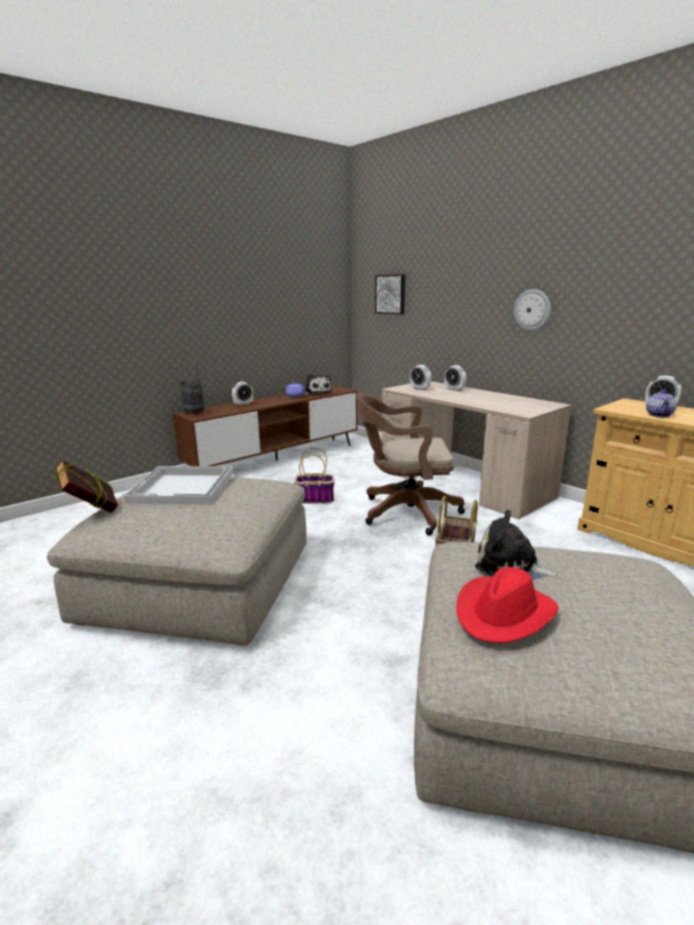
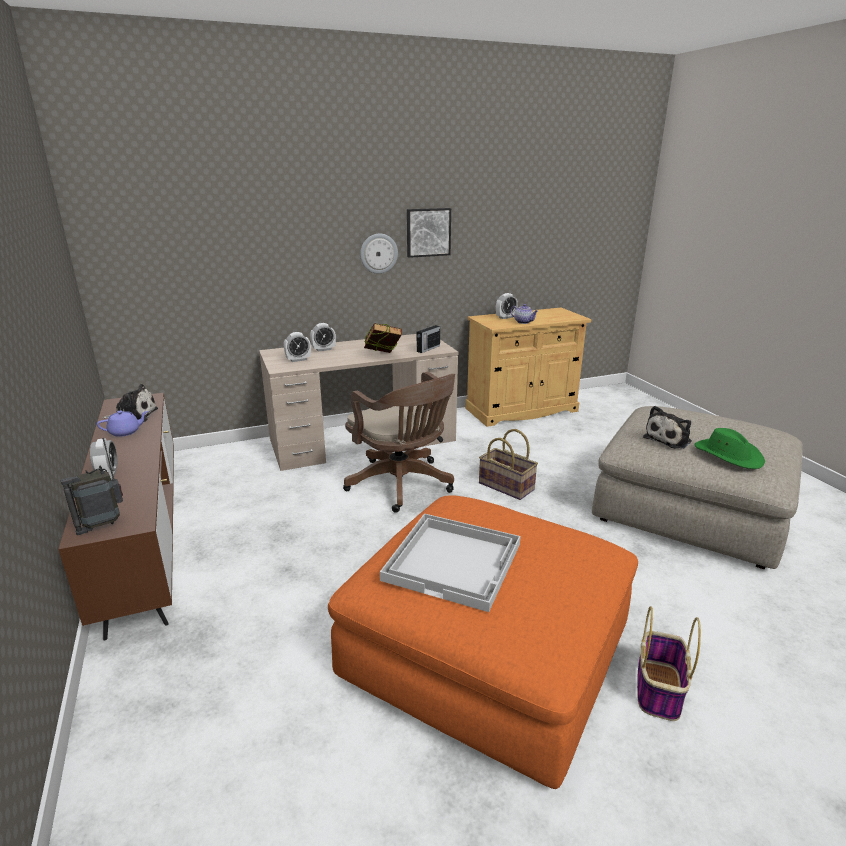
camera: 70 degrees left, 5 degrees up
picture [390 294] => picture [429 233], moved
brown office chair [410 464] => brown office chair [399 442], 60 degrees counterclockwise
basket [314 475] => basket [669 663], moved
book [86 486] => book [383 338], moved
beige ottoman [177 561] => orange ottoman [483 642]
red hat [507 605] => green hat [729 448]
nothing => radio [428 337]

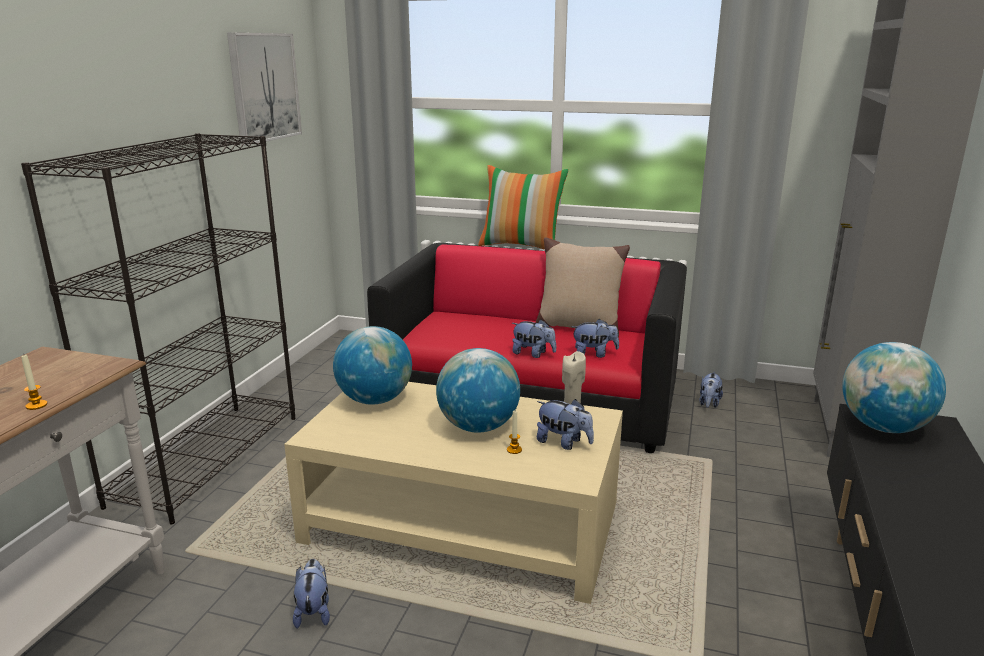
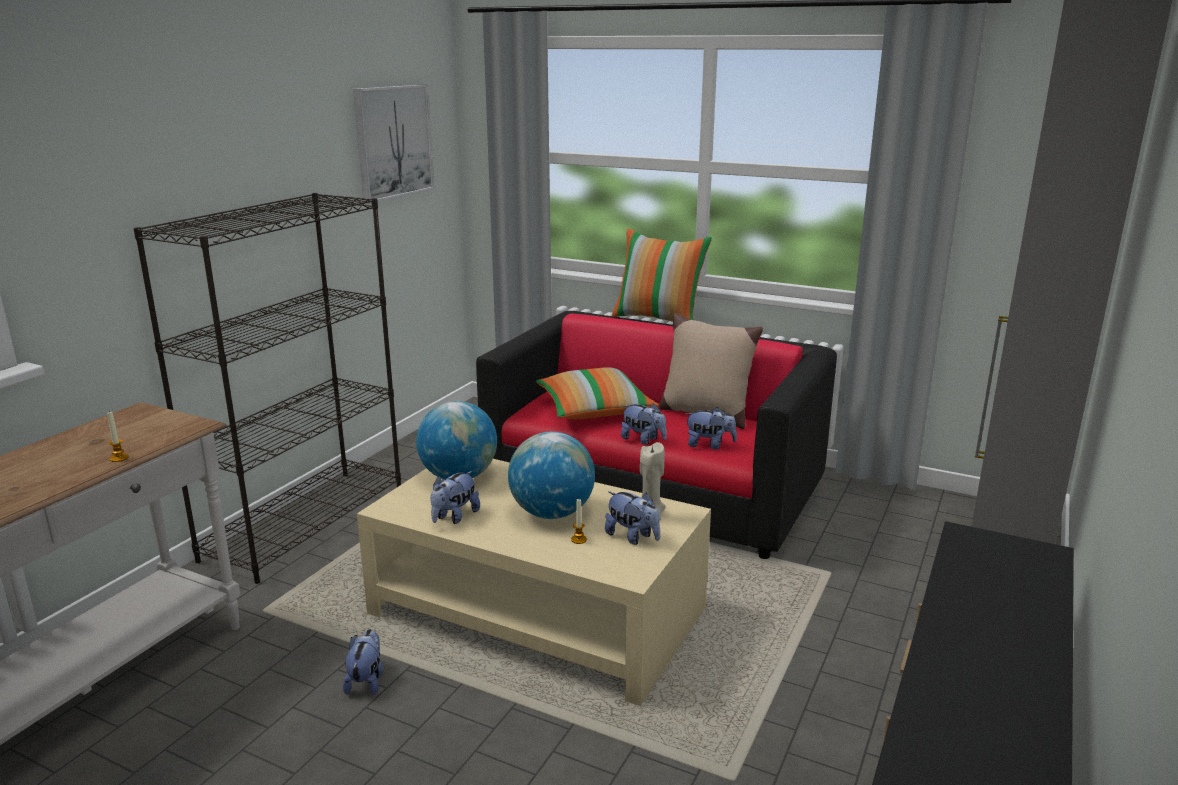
camera: 10 degrees right, 0 degrees up
globe [894 387] => nothing
plush toy [711 390] => plush toy [455 497], moved
nothing => pillow [597 393]

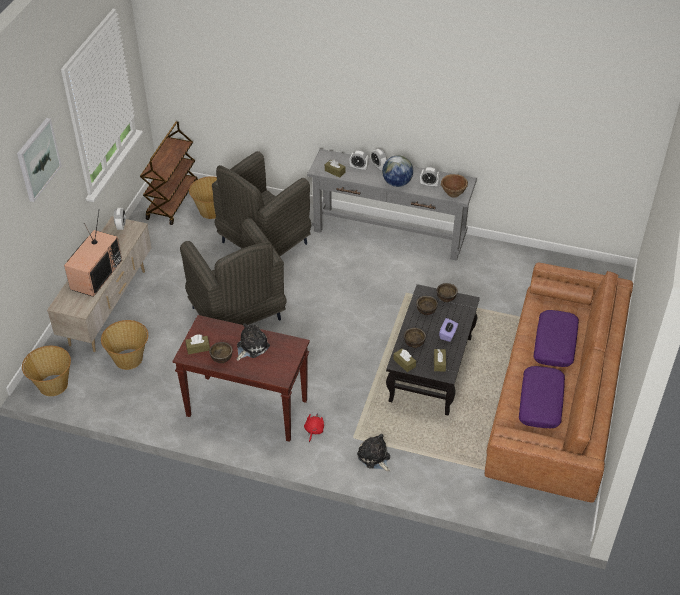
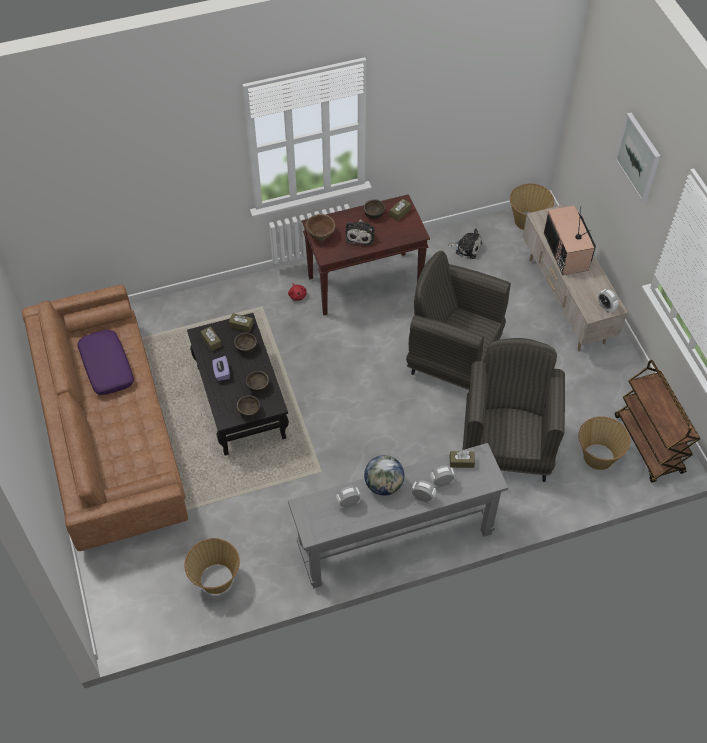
camera: 145 degrees right, 10 degrees up
brown bowl [454 186] => brown bowl [320 227], moved
purple pillow [556 338] => nothing
basket [124 345] => basket [212 566], moved
plush toy [373 453] => plush toy [465 243], moved

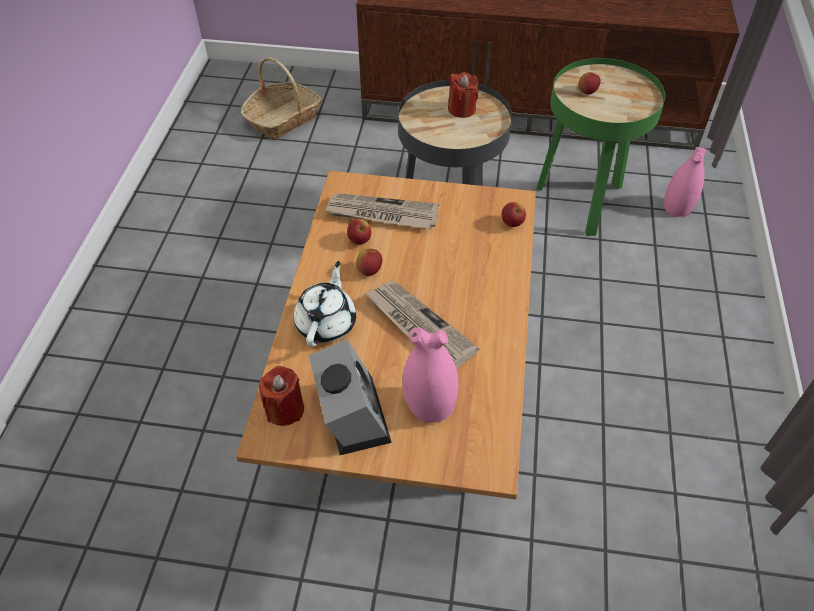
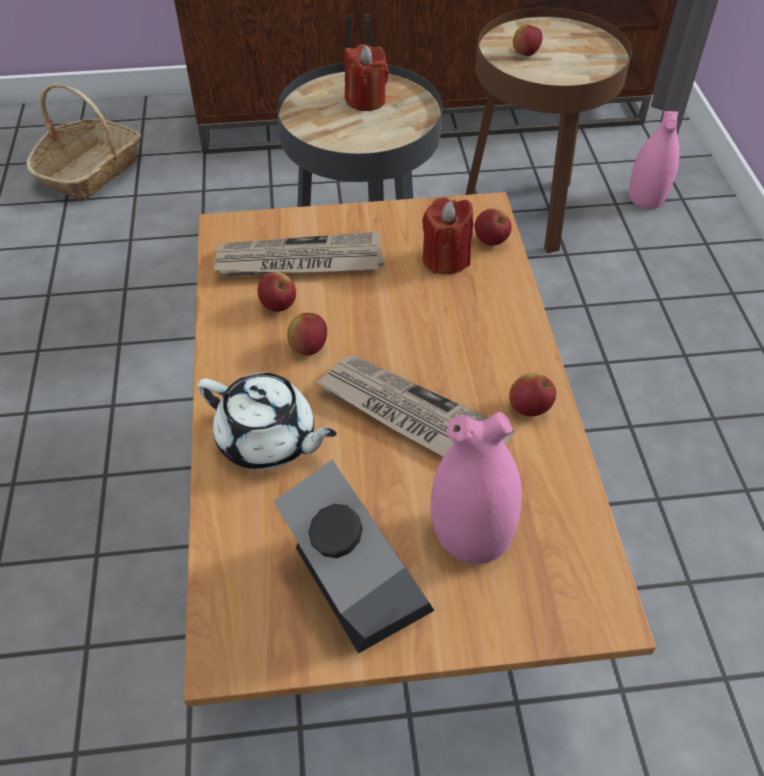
camera: 15 degrees left, 0 degrees up
green side table [600 147] => brown side table [548 130]
white teapot [325 304] => white teapot [267 421], 120 degrees clockwise
red candle [281 396] => red candle [447 236], moved
nothing => apple [532 394]

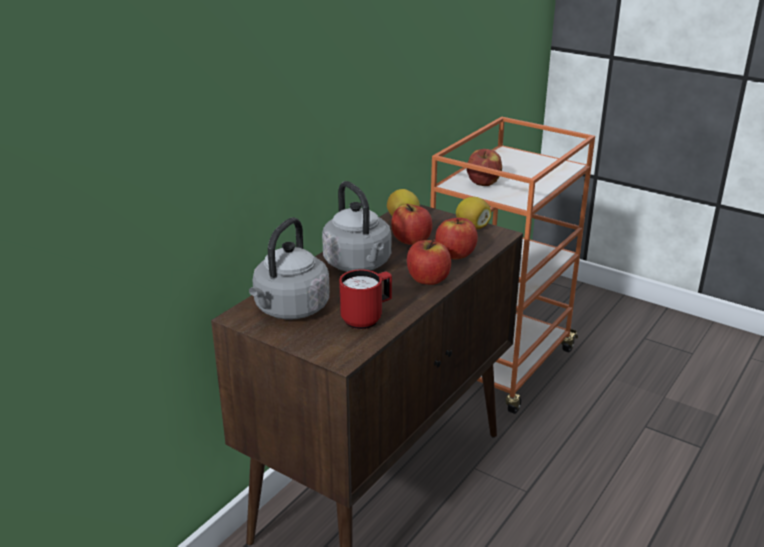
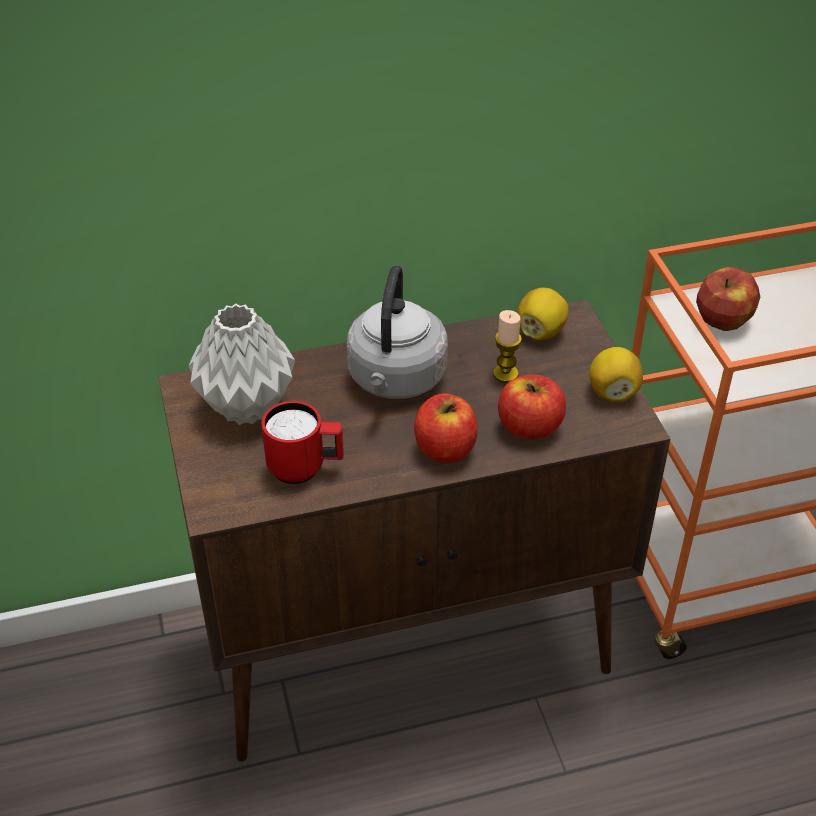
camera: 40 degrees right, 15 degrees up
apple [411 224] => candle [507 346]
grey kettle [289 268] => grey vase [241 364]

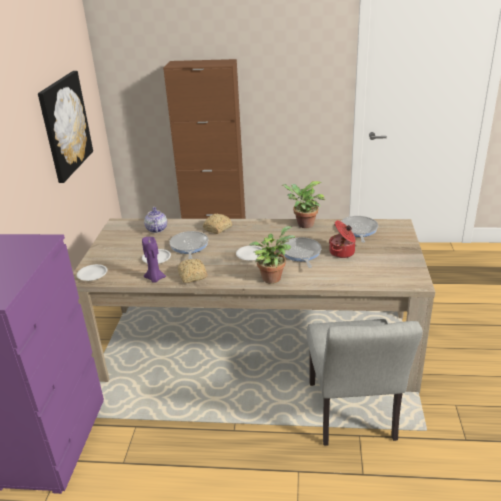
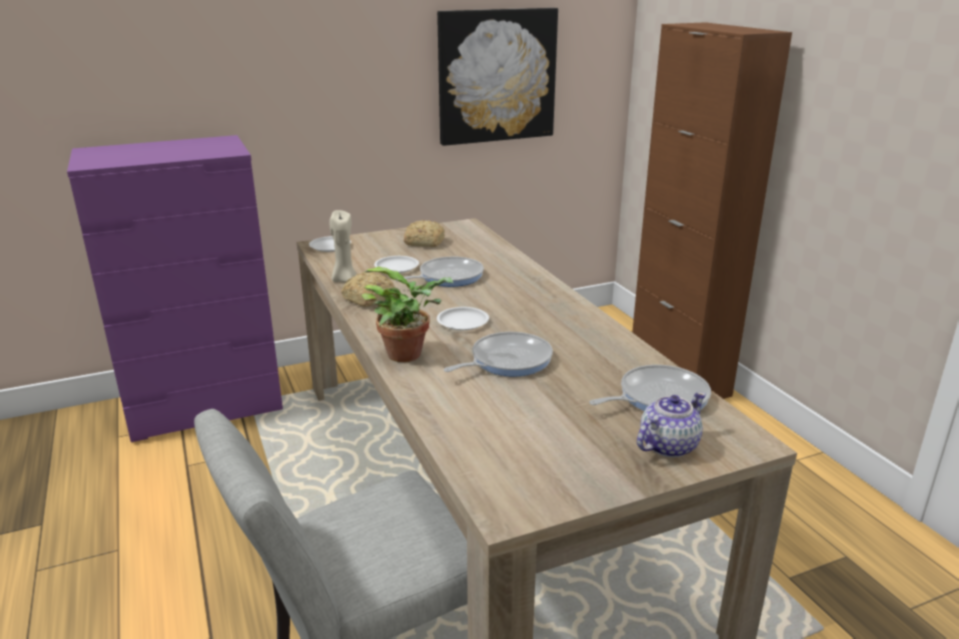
camera: 60 degrees right, 5 degrees down
potted plant [304 204] => nothing
teapot [155 220] => teapot [671 425], moved
bread [217 224] => bread [424 233], moved
cooking pot [342 239] => nothing
purple candle [154 260] => beige candle [343 246]

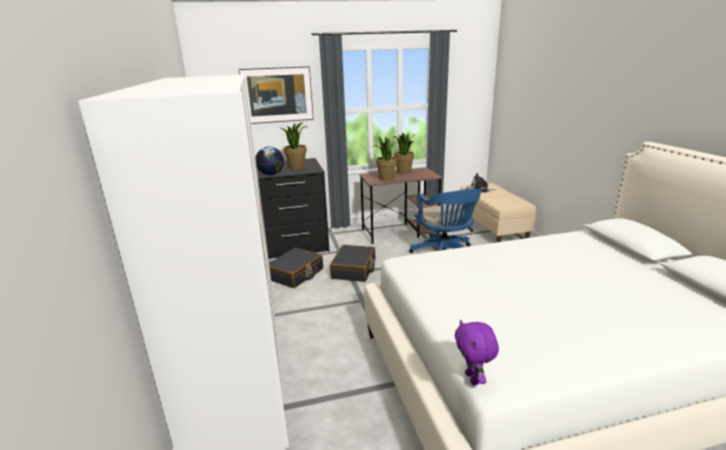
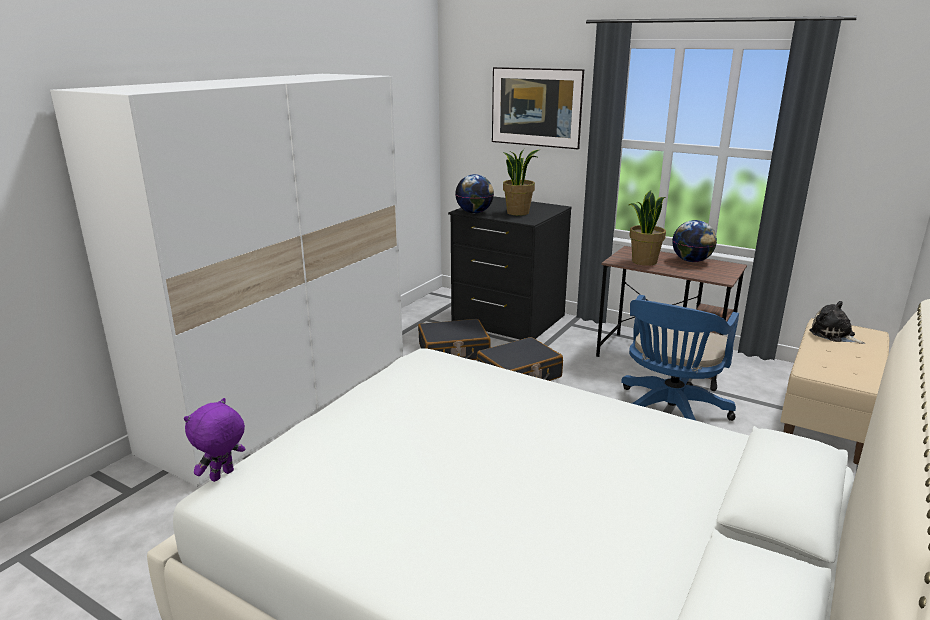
camera: 45 degrees right, 0 degrees up
potted plant [404 153] => globe [694 241]

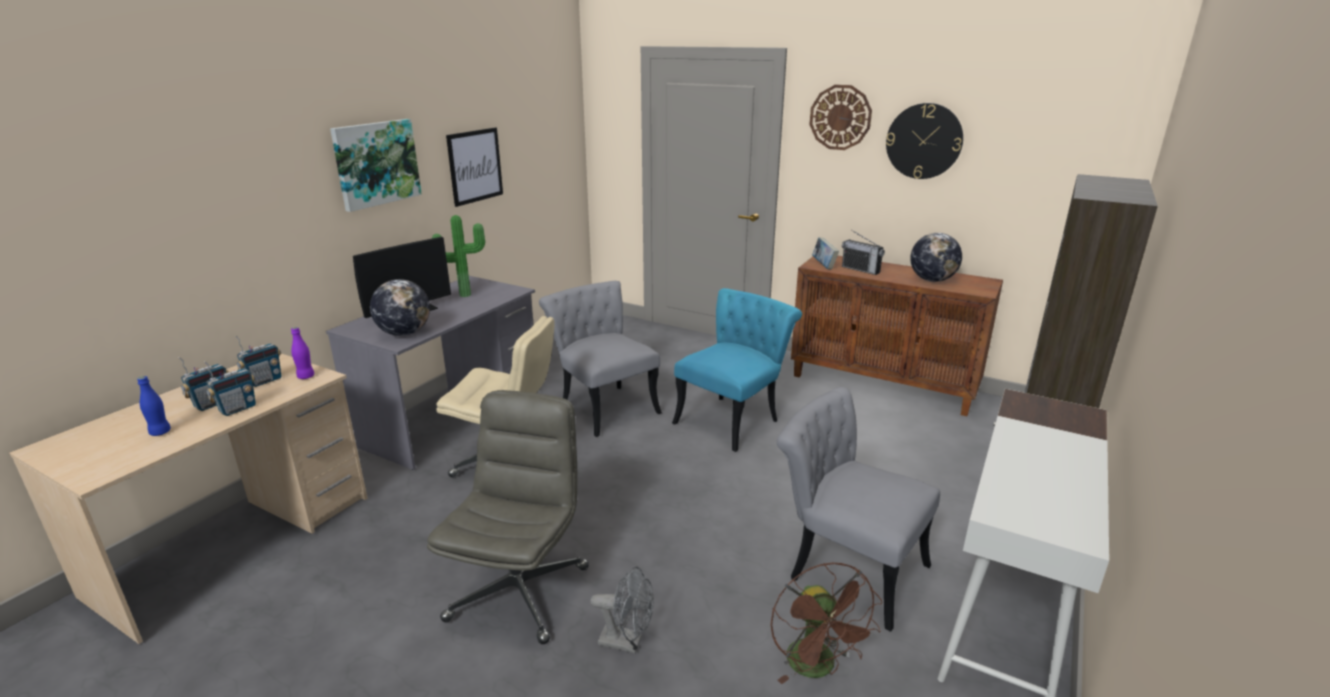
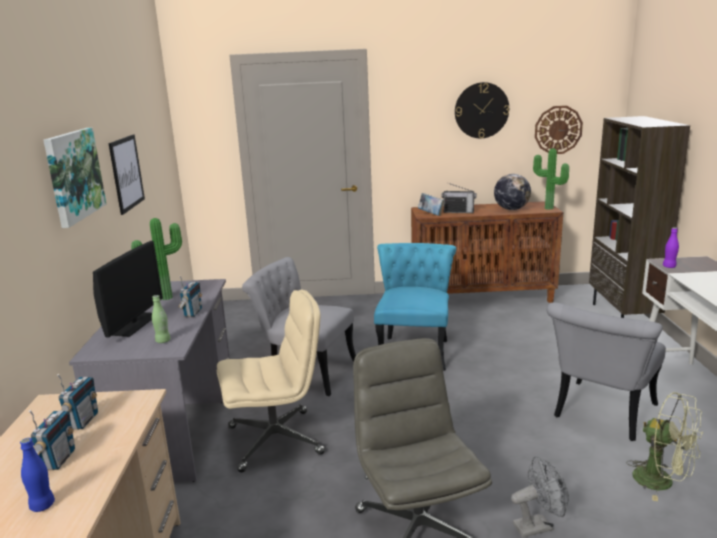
camera: 30 degrees left, 5 degrees down
wall clock [840 117] => wall clock [559 130], moved
globe [400 307] => green bottle [161 319]
purple bottle [302 353] => purple bottle [671 248], moved
radio [230 388] => radio [190 296], moved
grey chair [858 509] => grey chair [606 371], 60 degrees counterclockwise
brown fan [826 623] => green fan [664 446]
nothing => potted plant [551 179]

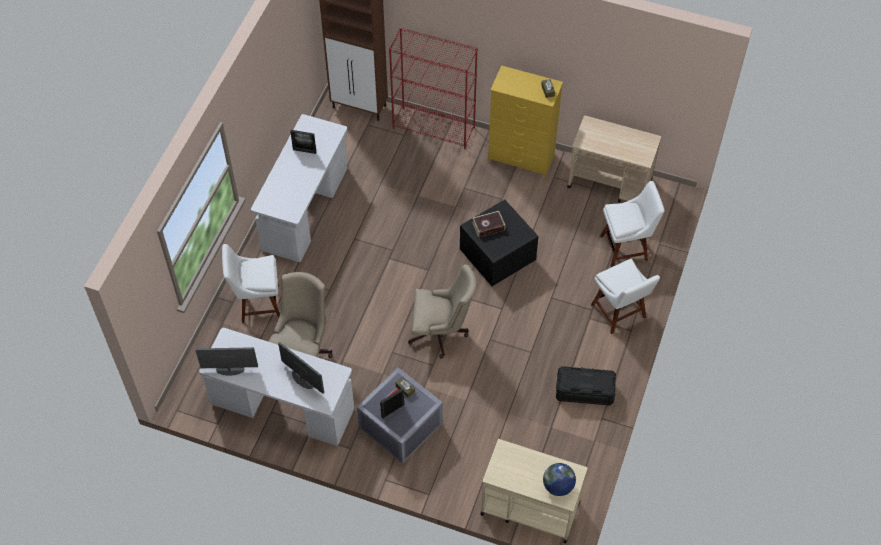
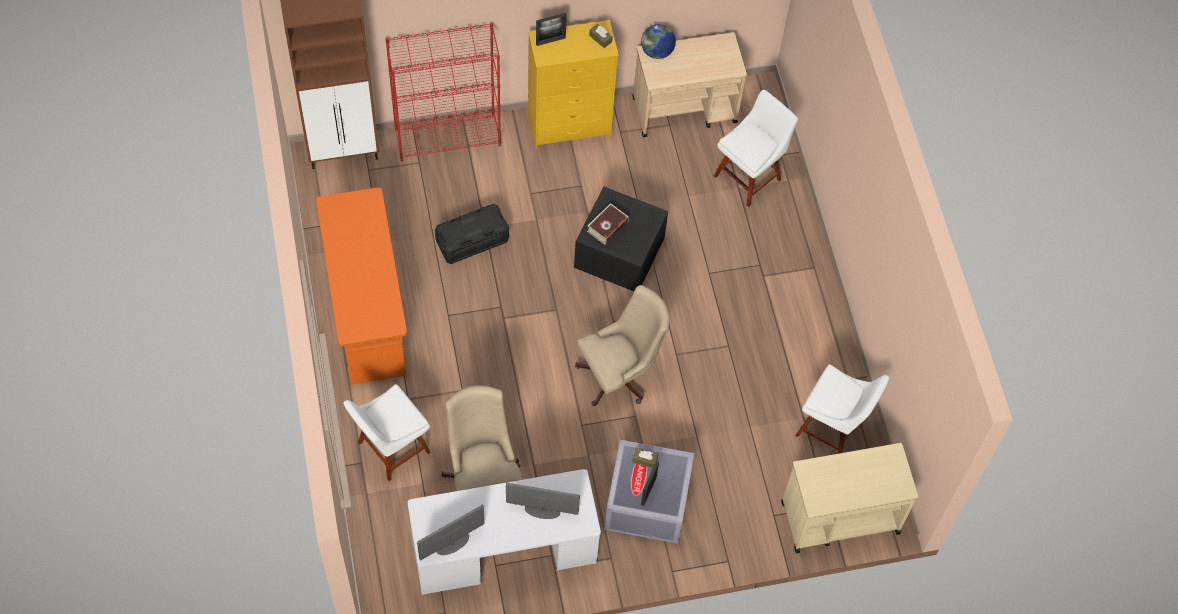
camera: 35 degrees left, 5 degrees up
white desk [299 188] => orange desk [361 285]
picture frame [303 142] => picture frame [551 29], moved
white chair [625 296] => white chair [842 409], moved
black storage box [586 386] => black storage box [472 234], moved
globe [559 479] => globe [658 41], moved

